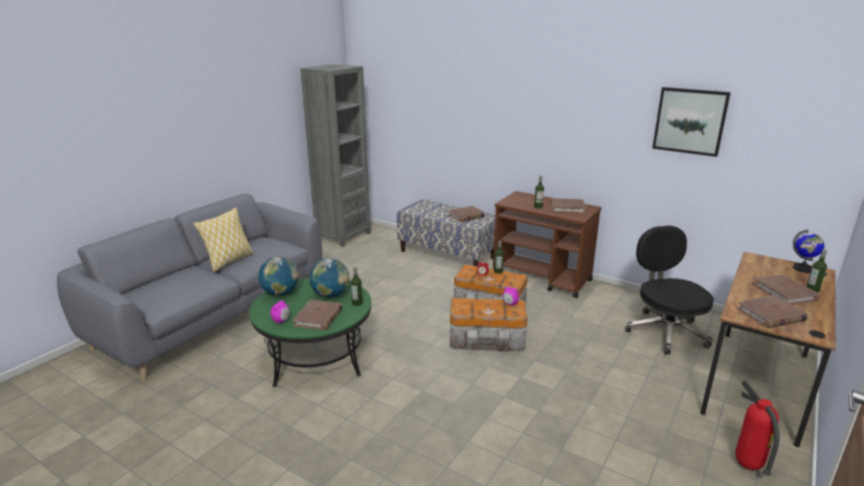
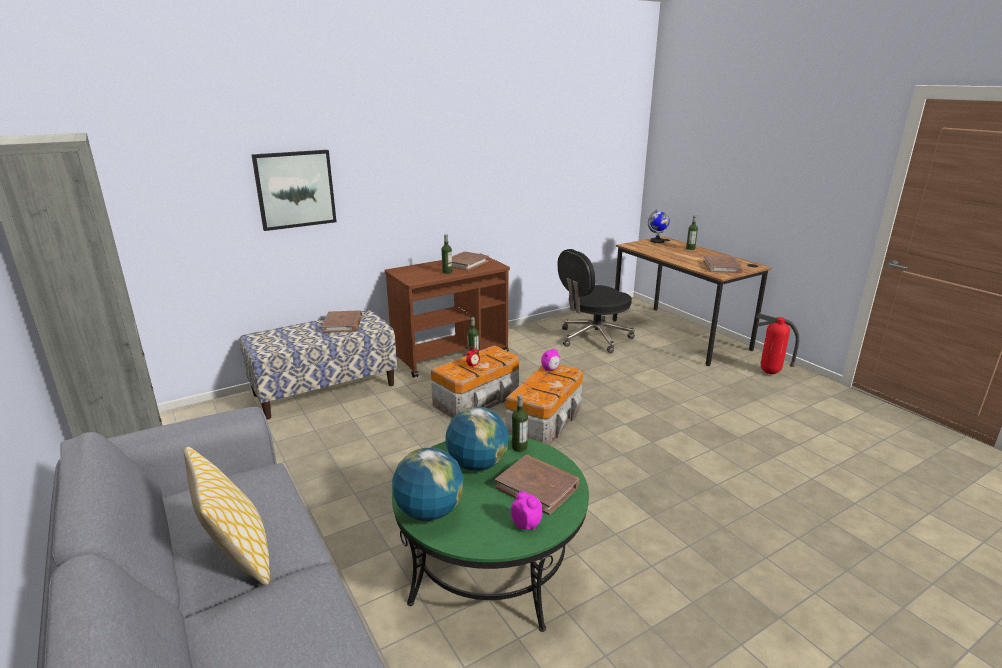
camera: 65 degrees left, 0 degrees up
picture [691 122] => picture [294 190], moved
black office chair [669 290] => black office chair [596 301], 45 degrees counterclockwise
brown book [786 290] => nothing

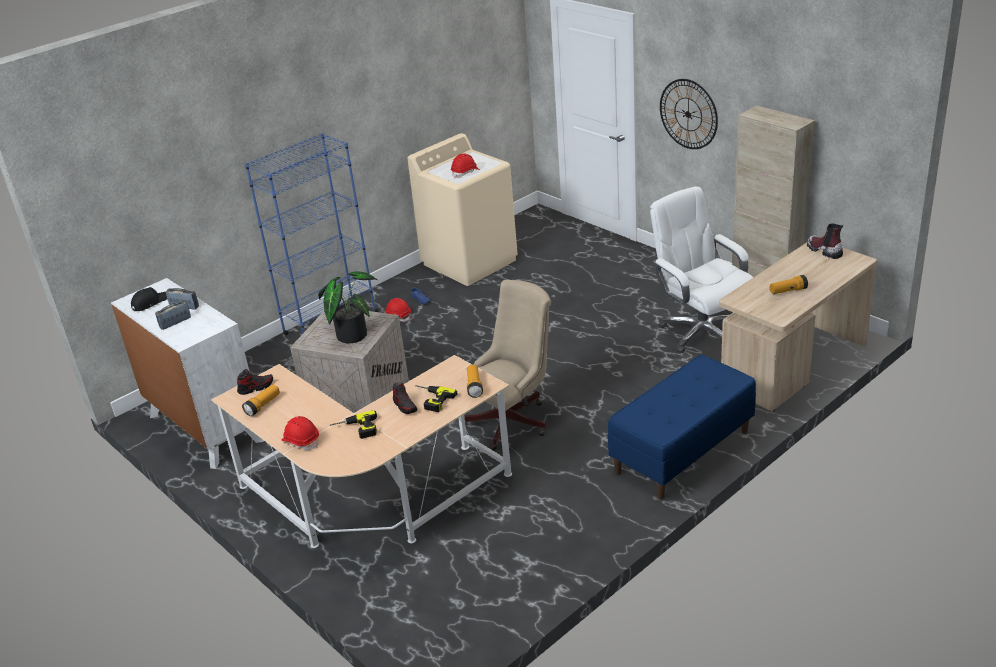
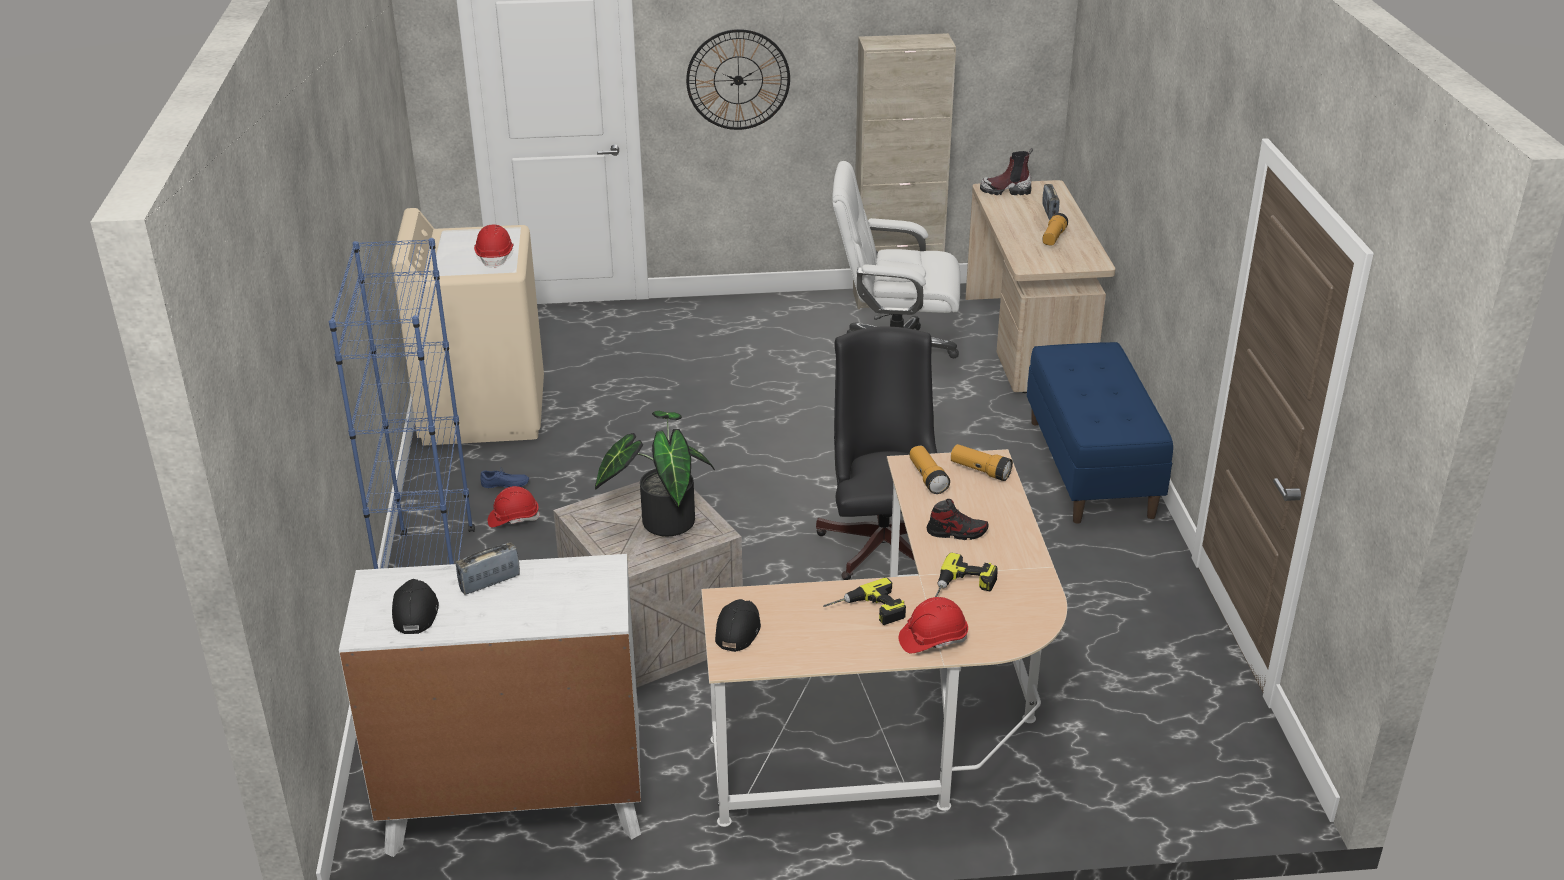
camera: 55 degrees left, 0 degrees up
beige office chair [507 365] => black office chair [876 453]
radio [173 315] => radio [1051 202], moved
shoe [255 382] => black cap [738 625]
flashlight [261 400] => flashlight [930 470], moved
power drill [436 398] => power drill [864 601], moved

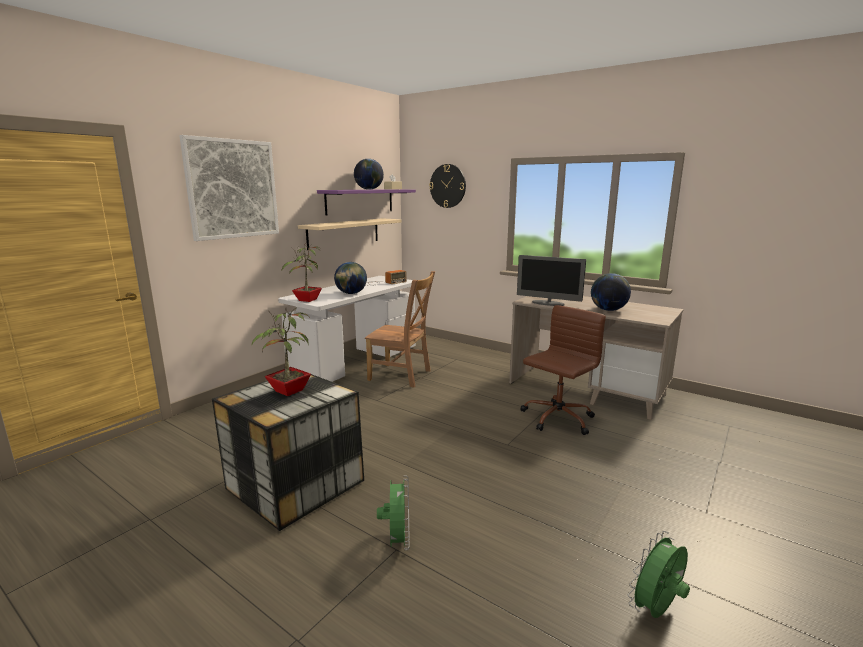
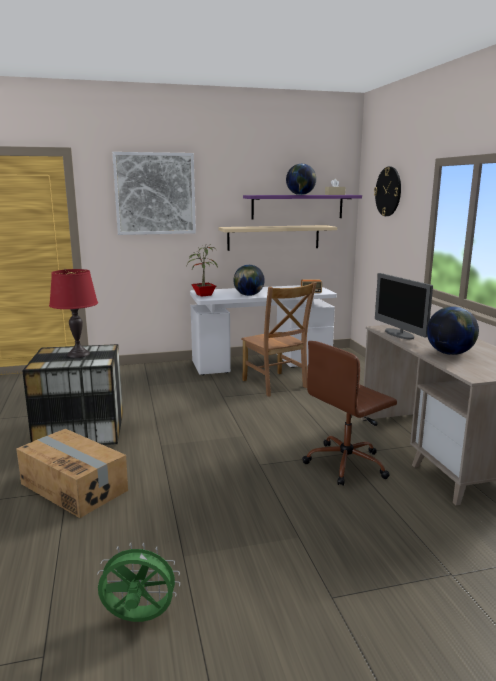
camera: 40 degrees right, 0 degrees up
brown office chair [563 370] => brown office chair [349 413], 150 degrees clockwise
potted plant [281 351] => red table lamp [73 313]
green fan [393 513] => cardboard box [72 473]

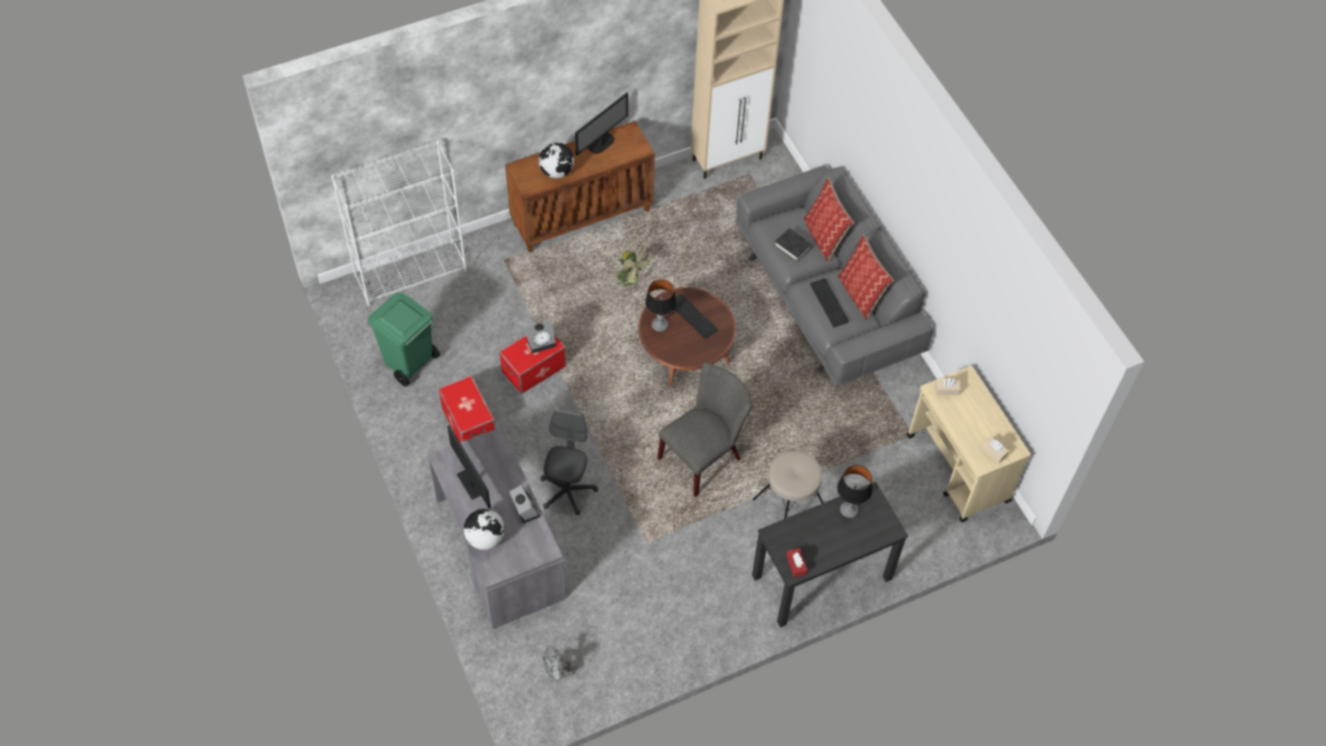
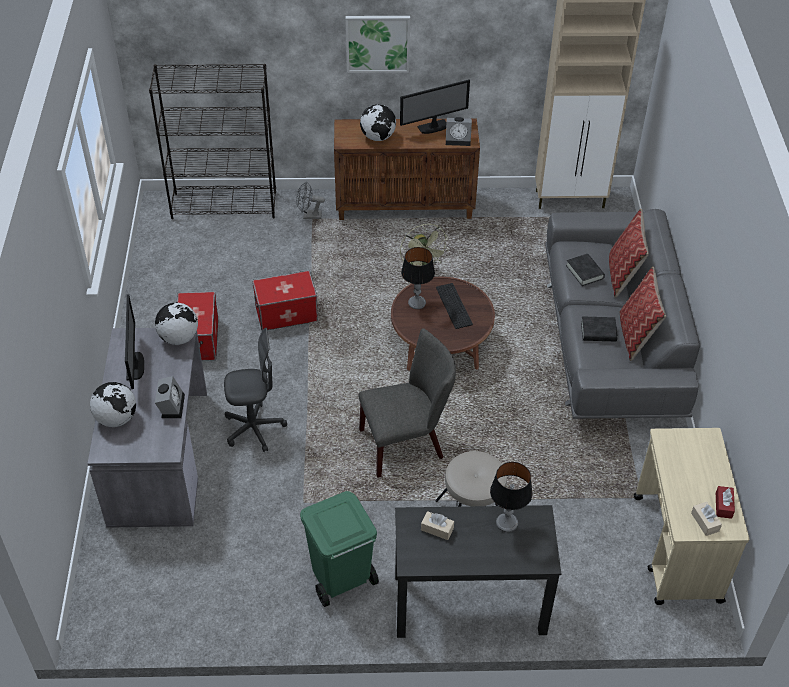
camera: 25 degrees right, 10 degrees down
white bookcase [399 223] => black bookcase [212 141]
keyboard [829 302] => black book [599 328]
green trash can [404 340] => green trash can [339 549], moved
alarm clock [541 337] => alarm clock [459 131], moved
beige tissue box [948 386] => beige tissue box [437 525], moved
grey office chair [569 462] => grey office chair [255 390], 45 degrees clockwise
red tissue box [796 563] => red tissue box [725 502], moved
grey fan [560 663] => grey fan [310 200], moved
nothing => picture [378 44]
nothing => globe [176 323]

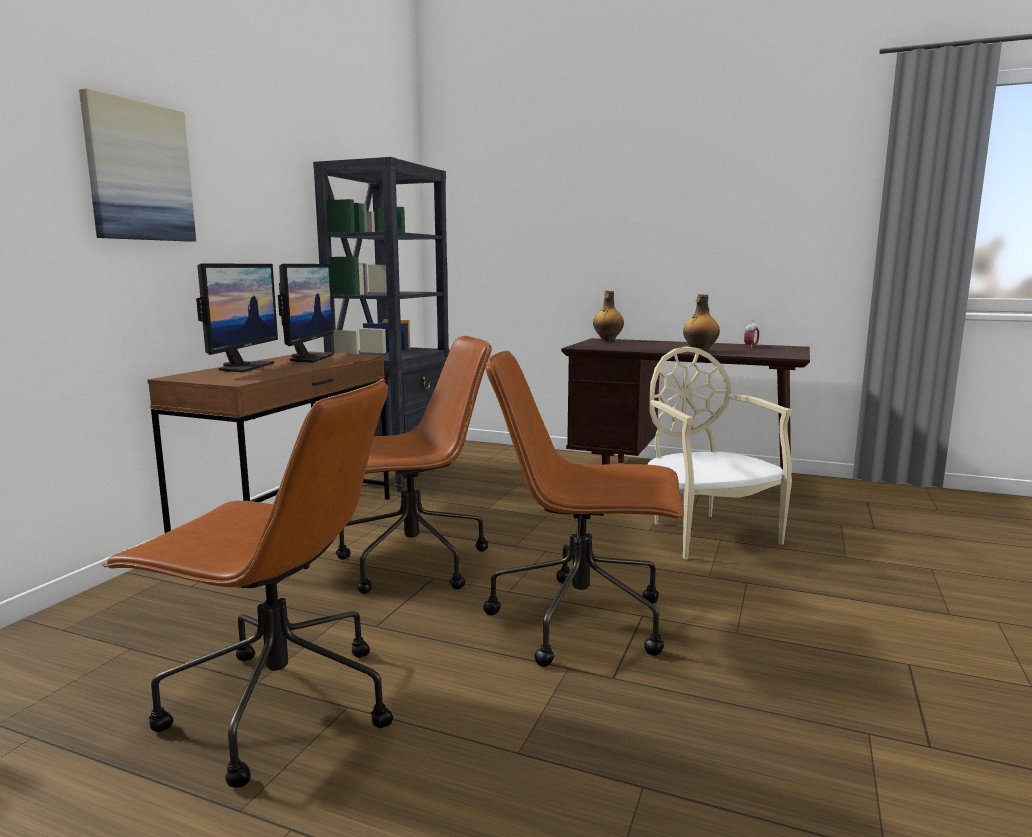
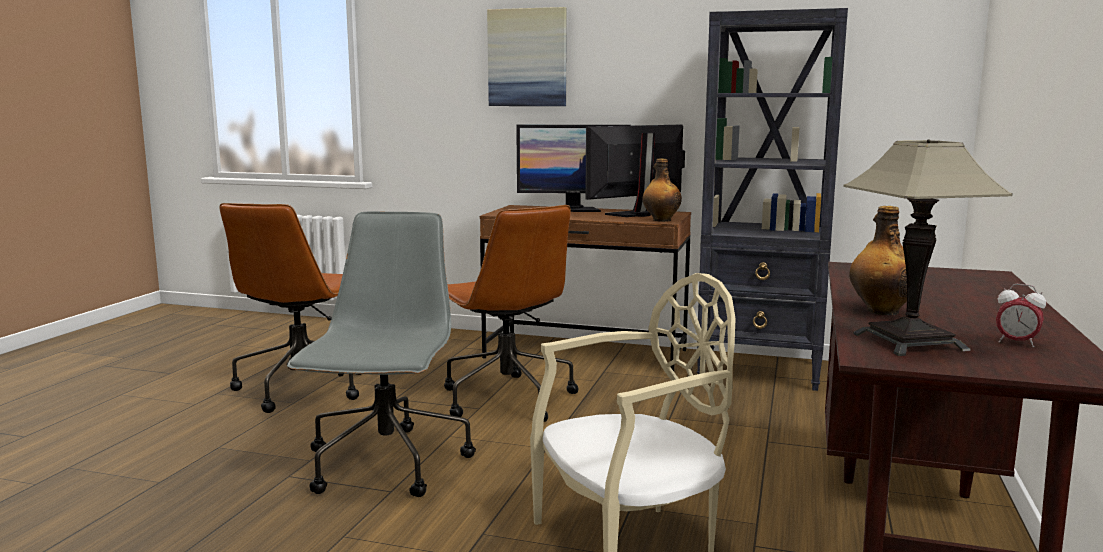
camera: 85 degrees right, 0 degrees up
monitor [306 313] => monitor [635 171], 150 degrees clockwise
bottle [608 316] => bottle [662 190], moved
brown office chair [583 509] => grey office chair [381 354]
nothing => table lamp [928 247]

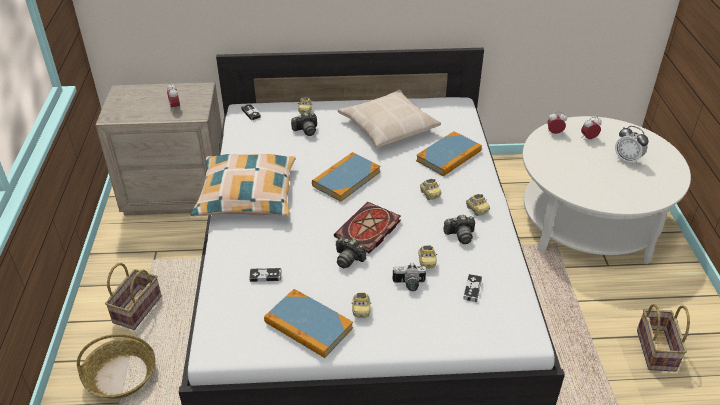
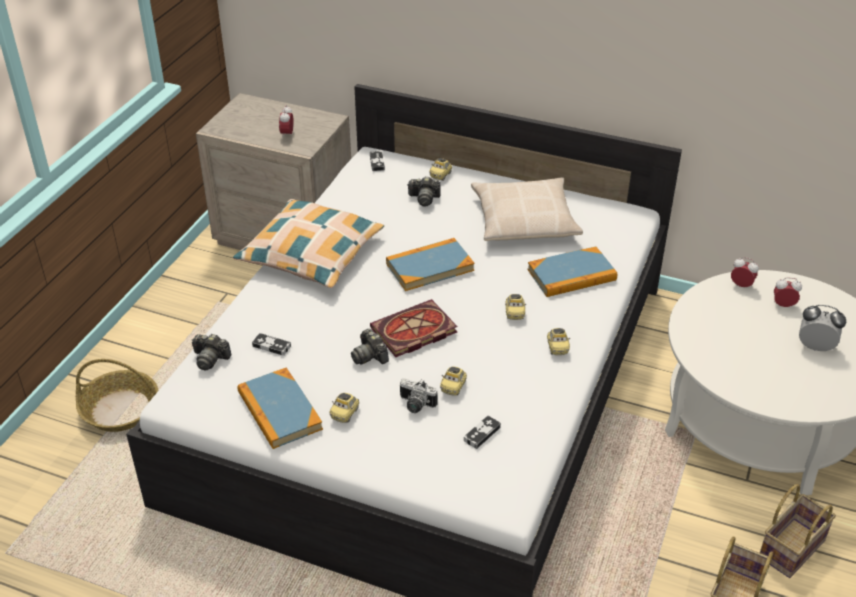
camera: 25 degrees right, 0 degrees up
alarm clock [632 145] => alarm clock [822 328], 135 degrees clockwise
photo camera [459 229] => photo camera [212 352], moved
basket [133 296] => basket [798 531], moved

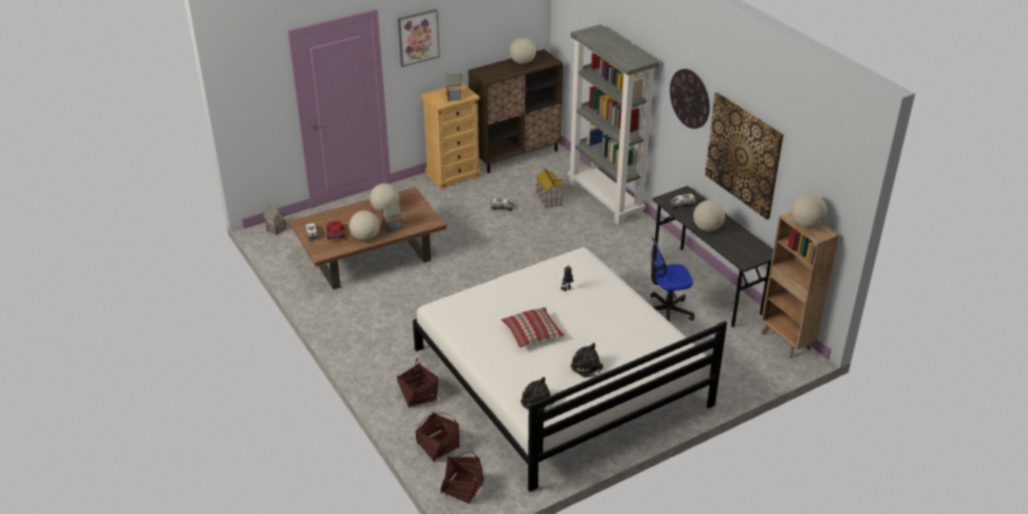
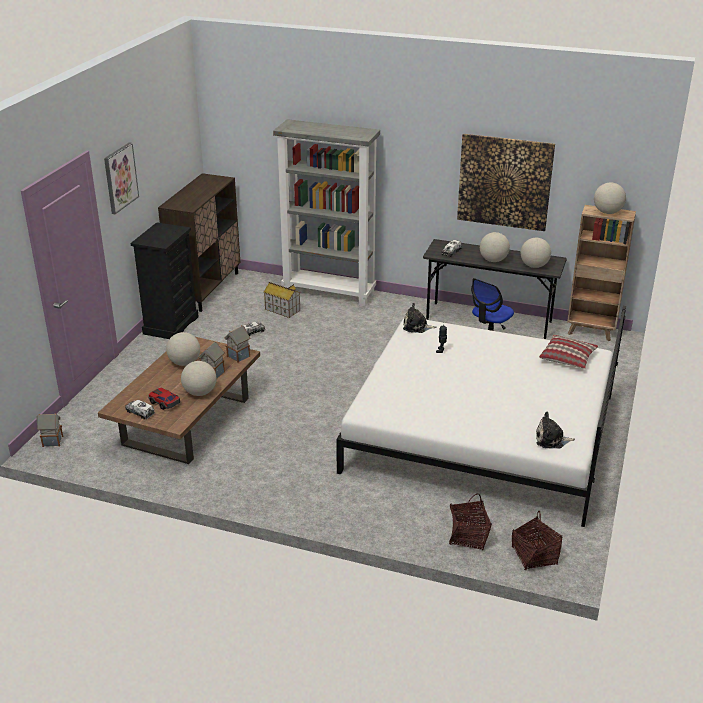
camera: 40 degrees left, 5 degrees down
globe [522 50] => globe [536 253], moved
wall clock [690 99] => nothing
toy house [453 86] => toy house [237 344], moved
beige dresser [451 136] => black dresser [164 280]
pillow [532 327] => pillow [568 352], moved
plush toy [587 360] => plush toy [419 318], moved
basket [417 383] => nothing

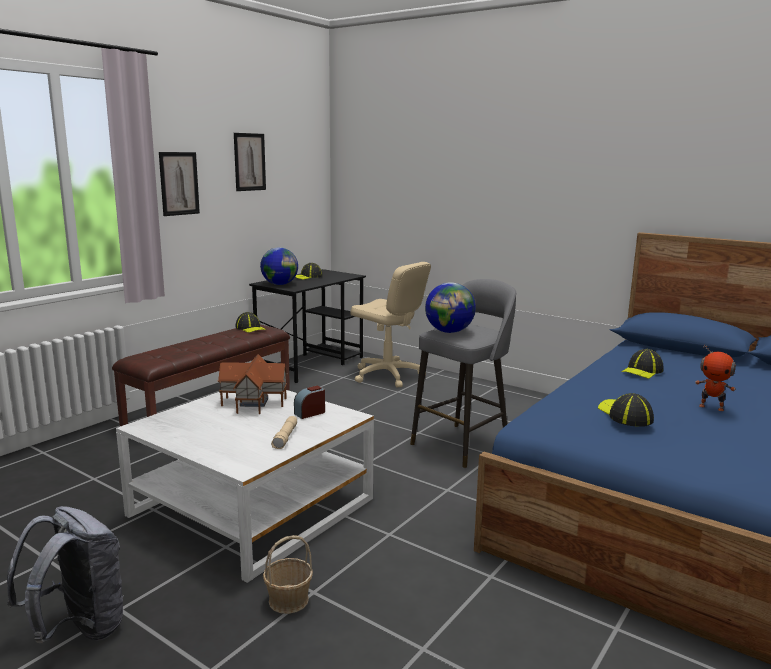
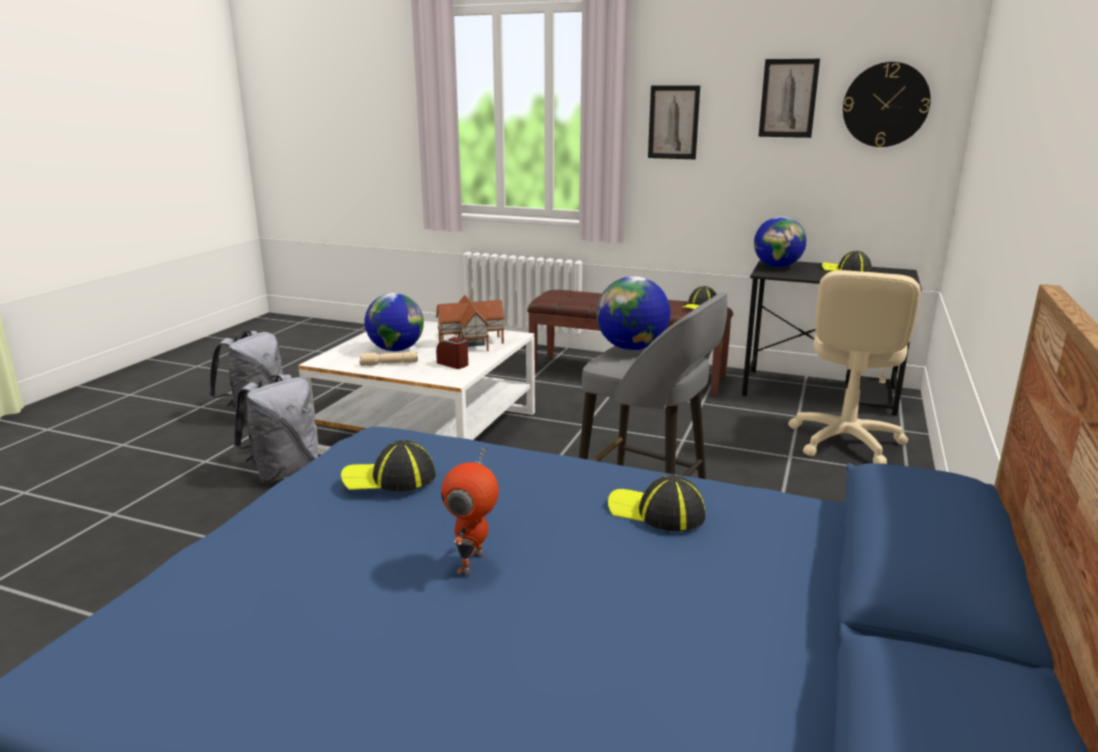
camera: 75 degrees right, 5 degrees up
cap [626 410] => cap [388 465], 150 degrees counterclockwise
basket [288 574] => grey backpack [276 428]
nothing => wall clock [887 104]
nothing => globe [394 322]

